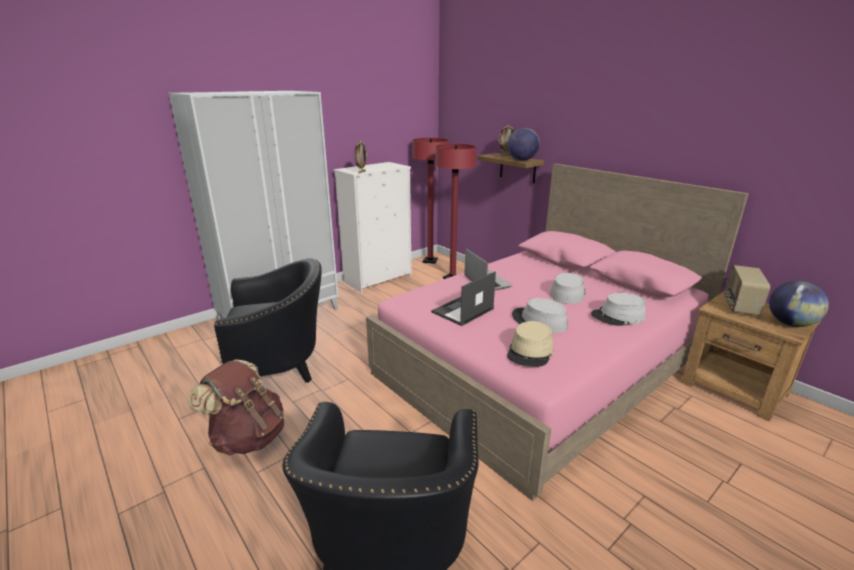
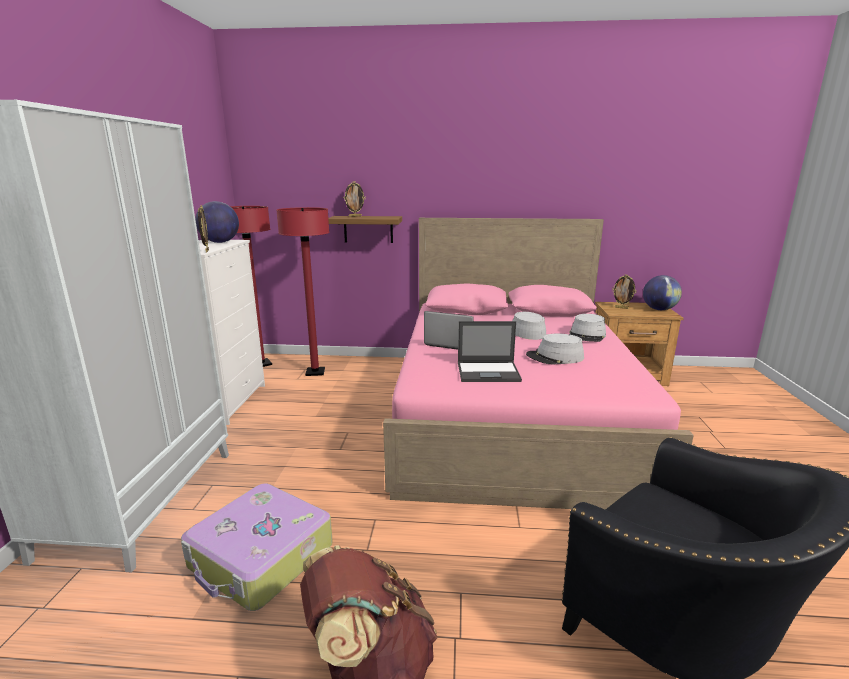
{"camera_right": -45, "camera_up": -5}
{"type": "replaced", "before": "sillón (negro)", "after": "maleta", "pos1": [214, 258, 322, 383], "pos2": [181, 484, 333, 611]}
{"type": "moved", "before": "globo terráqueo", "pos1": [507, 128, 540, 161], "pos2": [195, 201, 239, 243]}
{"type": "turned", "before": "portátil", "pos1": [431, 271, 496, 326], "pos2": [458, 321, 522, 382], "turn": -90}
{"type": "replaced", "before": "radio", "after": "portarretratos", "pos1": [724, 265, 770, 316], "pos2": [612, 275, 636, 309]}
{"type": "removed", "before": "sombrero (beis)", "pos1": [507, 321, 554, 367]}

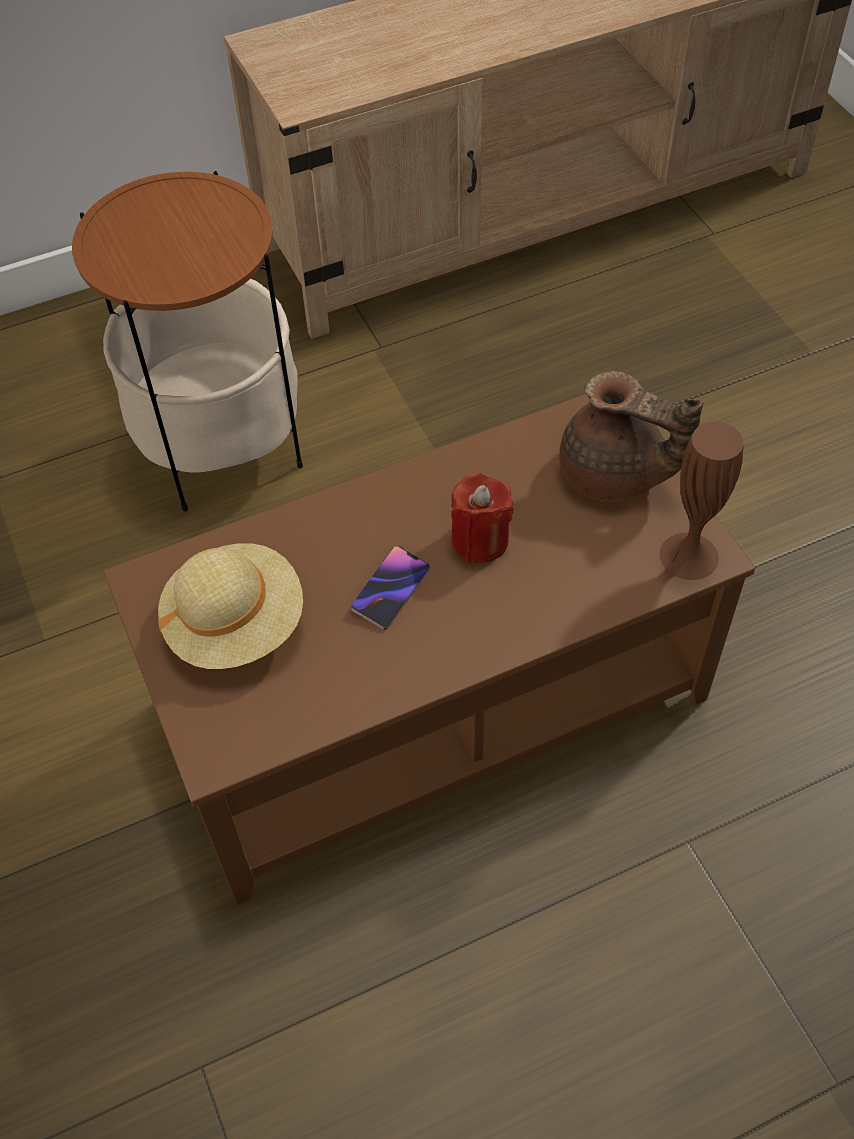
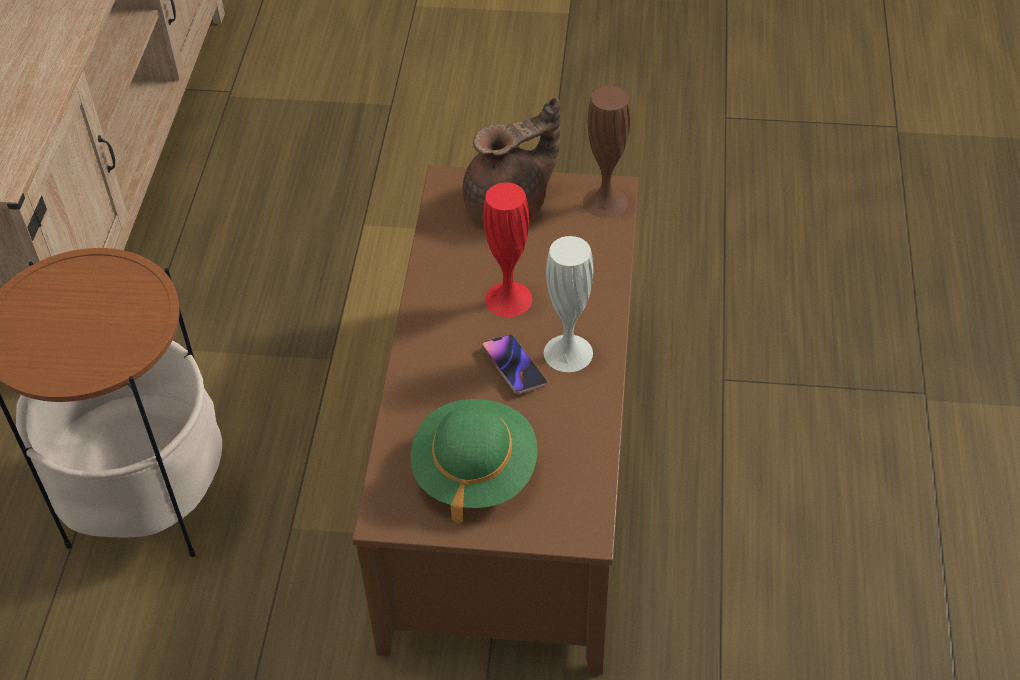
{"camera_right": -60, "camera_up": -5}
{"type": "recoloured", "before": "sombrero (beis)", "after": "sombrero (verde)", "pos1": [158, 543, 303, 669], "pos2": [411, 399, 538, 524]}
{"type": "replaced", "before": "vela (rojo)", "after": "florero (rojo)", "pos1": [451, 473, 513, 563], "pos2": [483, 182, 533, 317]}
{"type": "added", "after": "florero (blanco)", "pos2": [544, 236, 593, 372]}

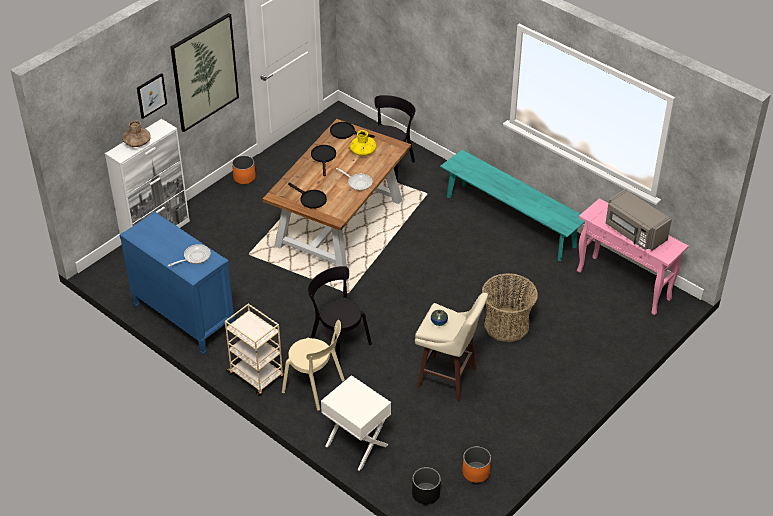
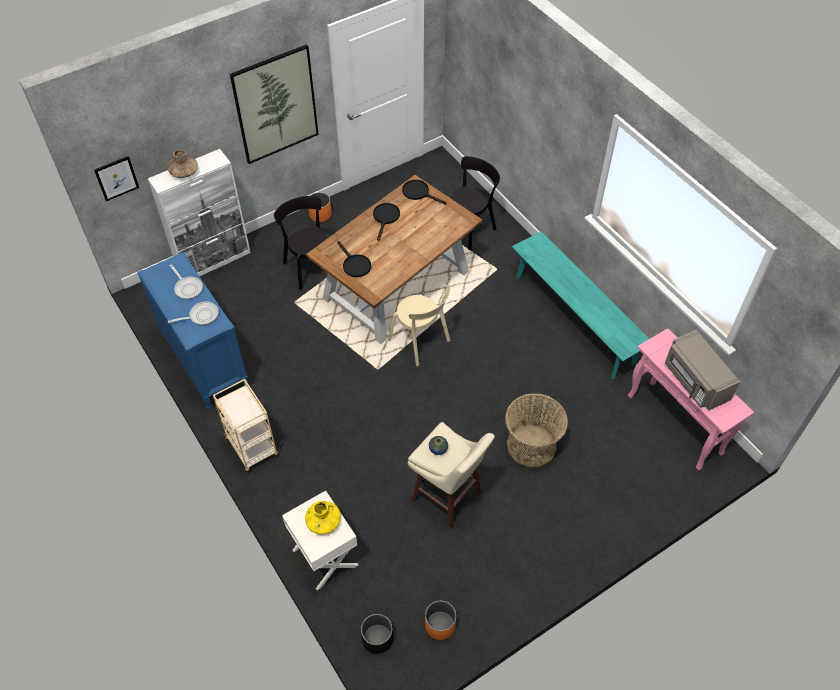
{"camera_right": 15, "camera_up": 10}
{"type": "moved", "before": "cuadro", "pos1": [137, 73, 167, 119], "pos2": [94, 156, 139, 201]}
{"type": "moved", "before": "sartén", "pos1": [336, 168, 373, 191], "pos2": [170, 264, 203, 299]}
{"type": "moved", "before": "silla (negro)", "pos1": [308, 266, 372, 364], "pos2": [274, 196, 327, 290]}
{"type": "moved", "before": "florero (amarillo)", "pos1": [350, 130, 376, 156], "pos2": [305, 501, 341, 534]}
{"type": "moved", "before": "silla (beis)", "pos1": [282, 320, 345, 411], "pos2": [388, 285, 451, 366]}

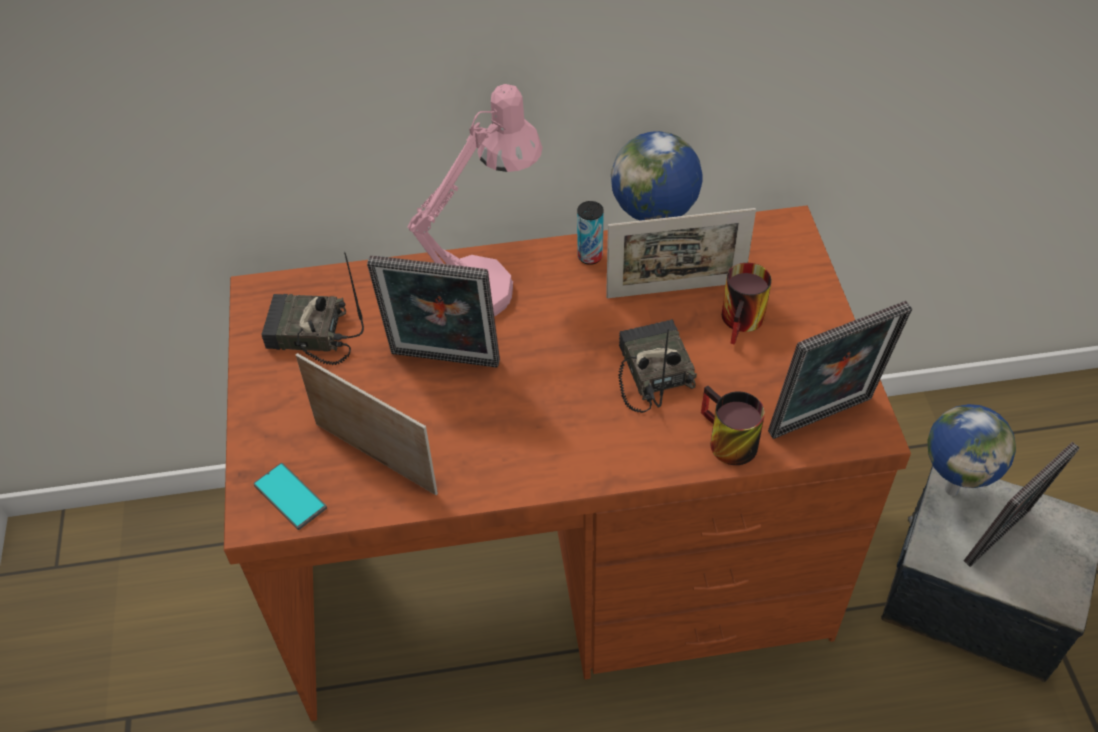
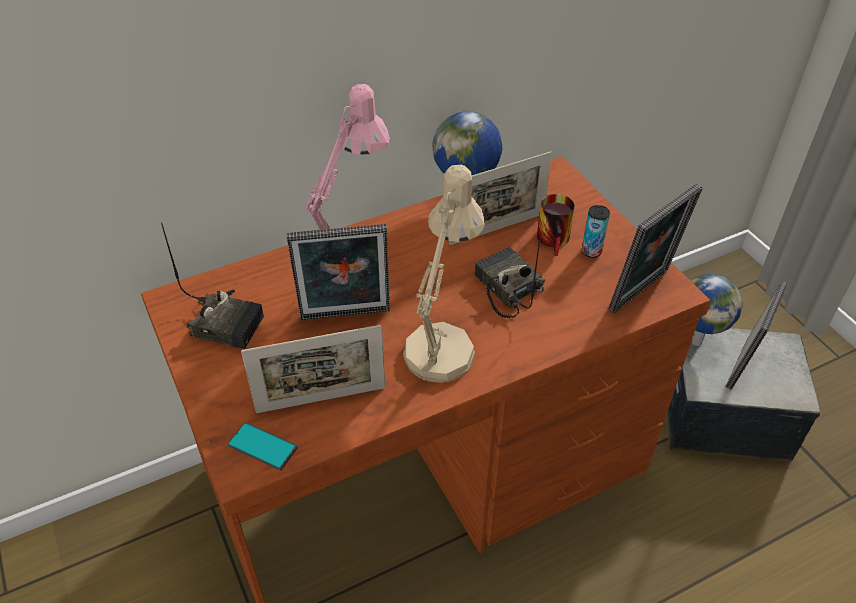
{"camera_right": -20, "camera_up": -5}
{"type": "turned", "before": "radio", "pos1": [261, 252, 364, 365], "pos2": [161, 222, 264, 349], "turn": -150}
{"type": "turned", "before": "portarretratos", "pos1": [296, 353, 438, 495], "pos2": [241, 325, 385, 413], "turn": 150}
{"type": "added", "after": "lámpara de mesa (beis)", "pos2": [403, 165, 485, 383]}
{"type": "moved", "before": "lata", "pos1": [577, 201, 604, 265], "pos2": [582, 205, 610, 258]}
{"type": "removed", "before": "taza grande", "pos1": [701, 386, 765, 465]}

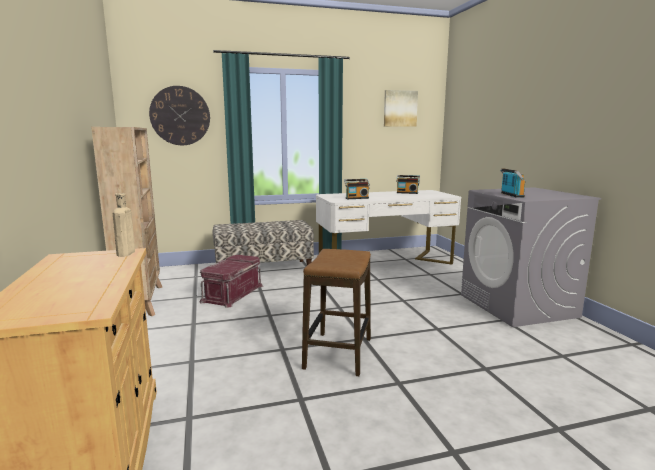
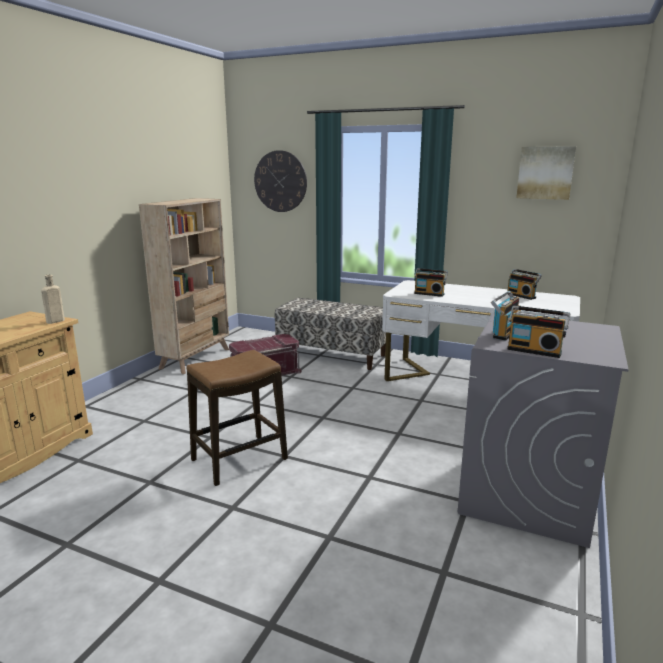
{"camera_right": 40, "camera_up": 5}
{"type": "added", "after": "radio", "pos2": [507, 306, 570, 358]}

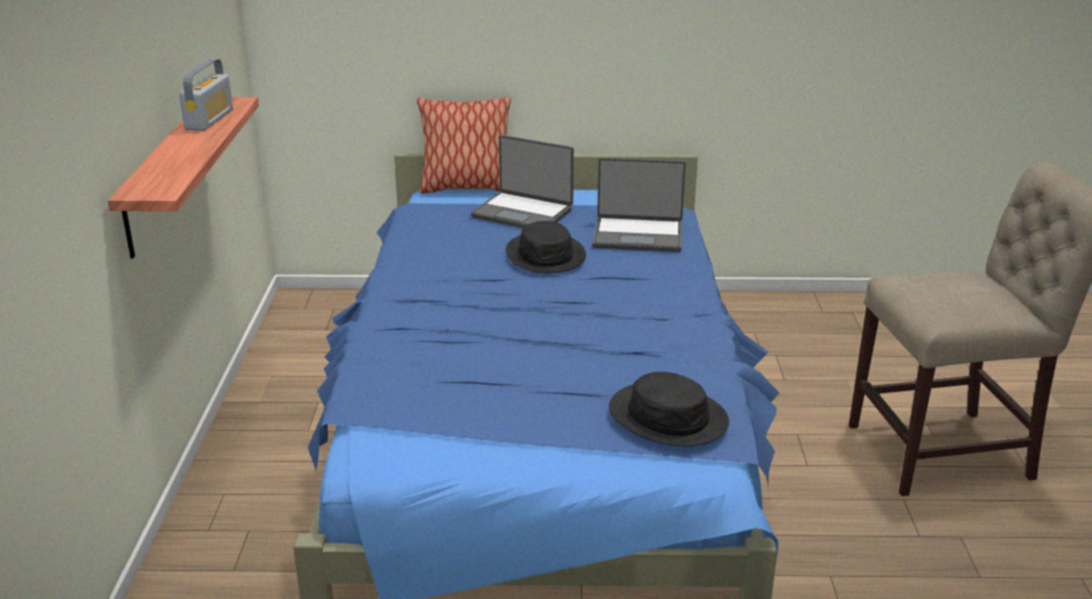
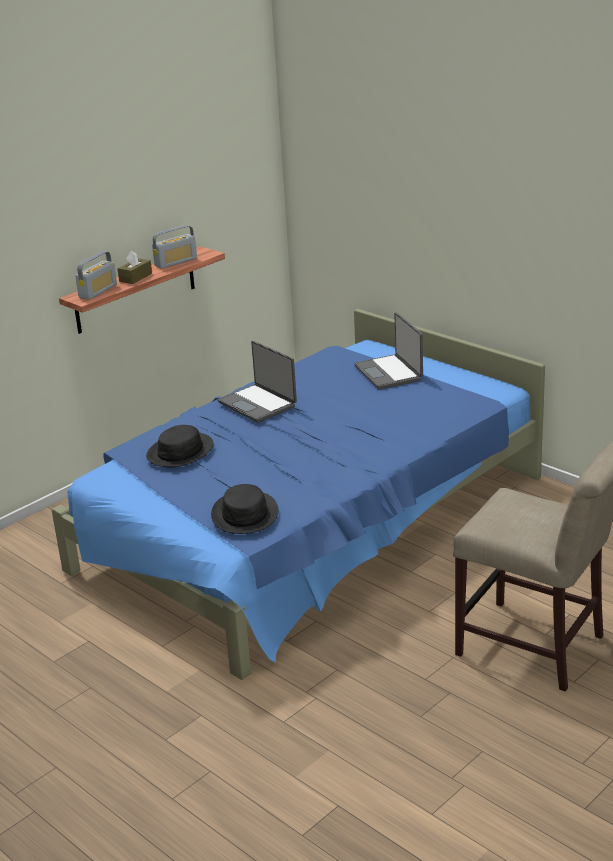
{"camera_right": 45, "camera_up": 0}
{"type": "added", "after": "radio", "pos2": [75, 251, 117, 300]}
{"type": "added", "after": "caja de pañuelos (marrón)", "pos2": [118, 251, 152, 284]}
{"type": "moved", "before": "sombrero (negro)", "pos1": [506, 221, 586, 273], "pos2": [146, 425, 214, 467]}
{"type": "moved", "before": "portátil", "pos1": [592, 157, 686, 252], "pos2": [218, 341, 297, 423]}
{"type": "removed", "before": "cojín", "pos1": [417, 97, 511, 194]}

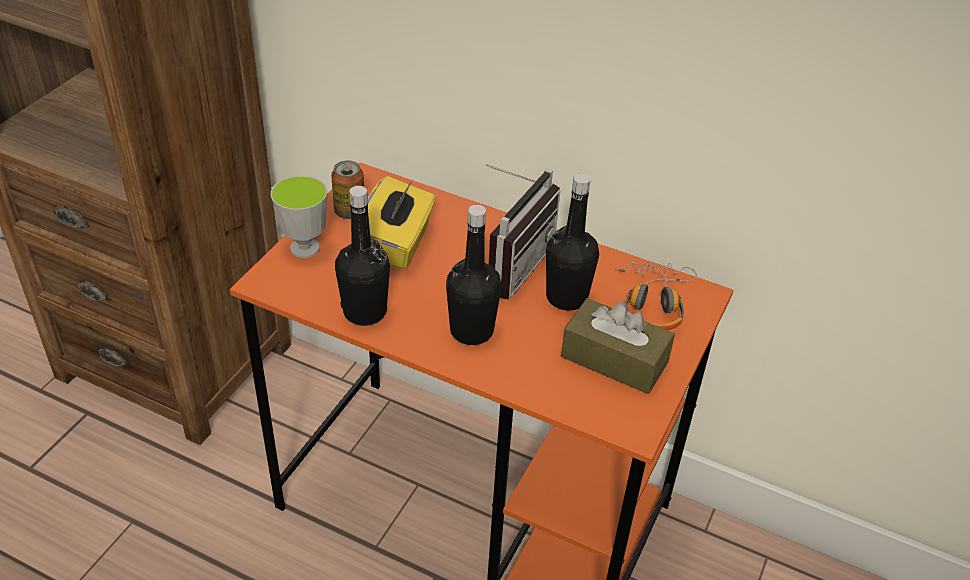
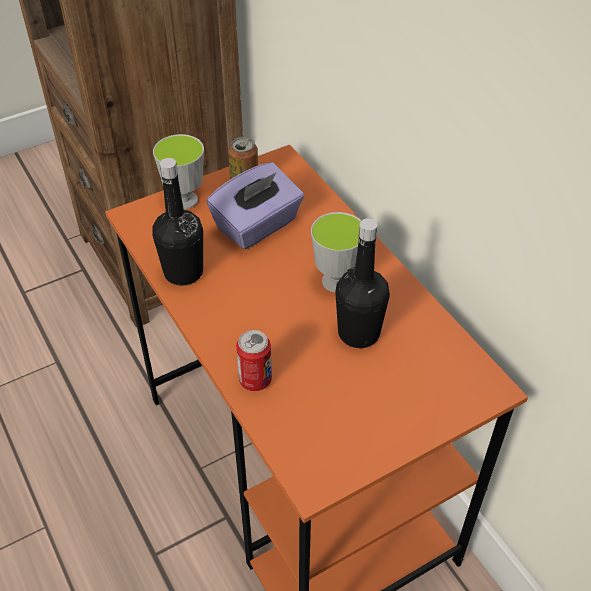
{"camera_right": 35, "camera_up": 5}
{"type": "recoloured", "before": "caja de pañuelos (amarillo)", "after": "caja de pañuelos (morado)", "pos1": [368, 176, 436, 269], "pos2": [207, 162, 304, 249]}
{"type": "added", "after": "lata", "pos2": [236, 330, 272, 391]}
{"type": "replaced", "before": "radio", "after": "taza", "pos1": [485, 164, 561, 300], "pos2": [311, 212, 362, 292]}
{"type": "removed", "before": "botella (negro)", "pos1": [446, 205, 502, 345]}
{"type": "removed", "before": "caja de pañuelos (marrón)", "pos1": [561, 298, 675, 394]}
{"type": "removed", "before": "auriculares", "pos1": [615, 262, 697, 330]}

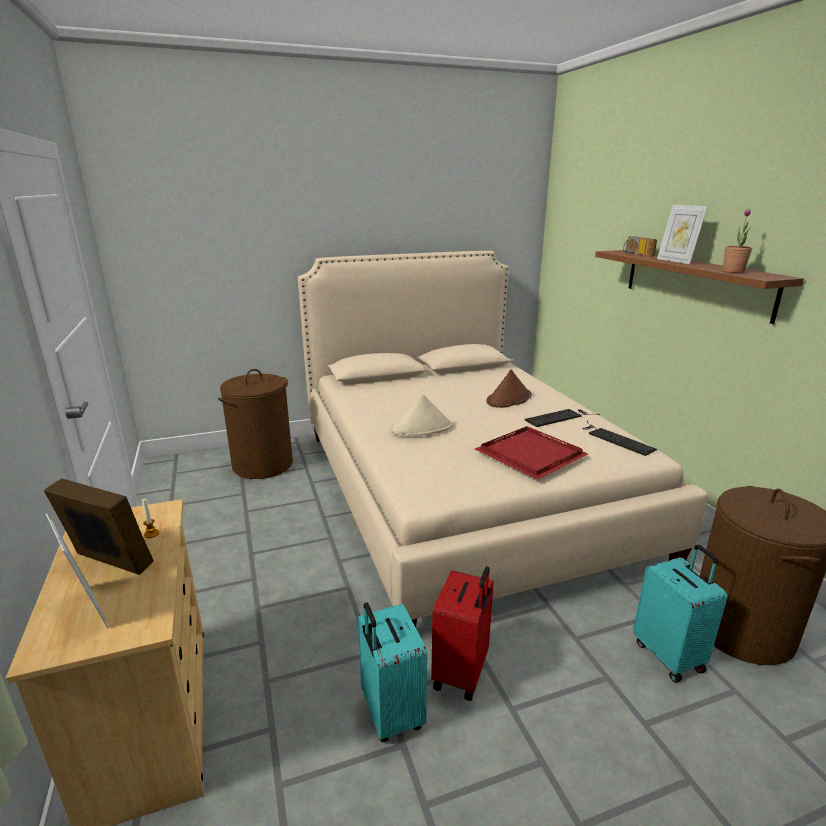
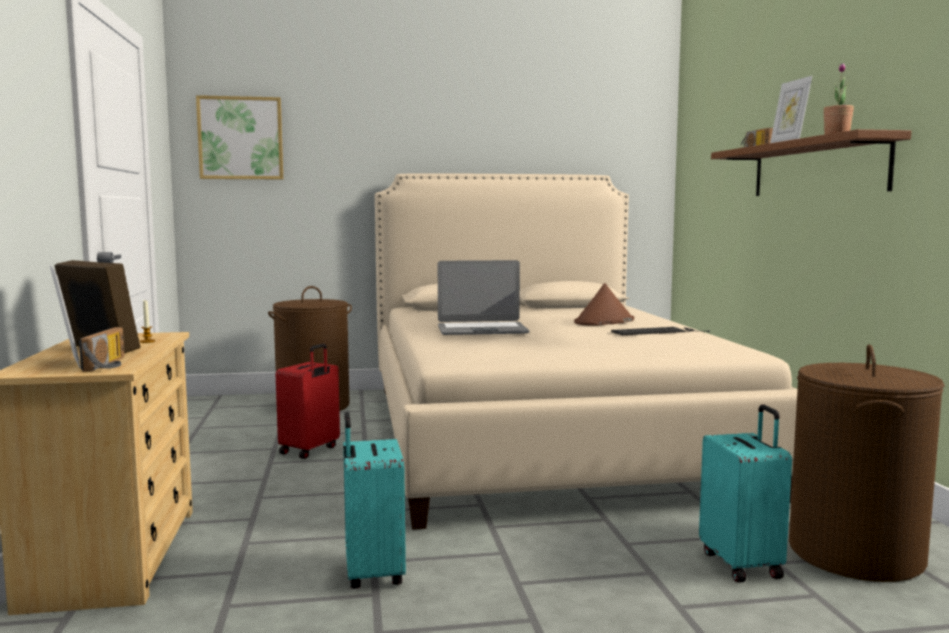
{"camera_right": 10, "camera_up": -15}
{"type": "added", "after": "radio", "pos2": [79, 327, 124, 372]}
{"type": "added", "after": "cuadro", "pos2": [196, 95, 283, 179]}
{"type": "moved", "before": "maleta (rojo)", "pos1": [431, 566, 494, 701], "pos2": [276, 344, 340, 459]}
{"type": "replaced", "before": "sombrero (beis)", "after": "portátil", "pos1": [390, 394, 453, 436], "pos2": [438, 260, 530, 335]}
{"type": "removed", "before": "bandeja (rojo)", "pos1": [475, 426, 588, 480]}
{"type": "removed", "before": "teclado", "pos1": [582, 420, 657, 456]}

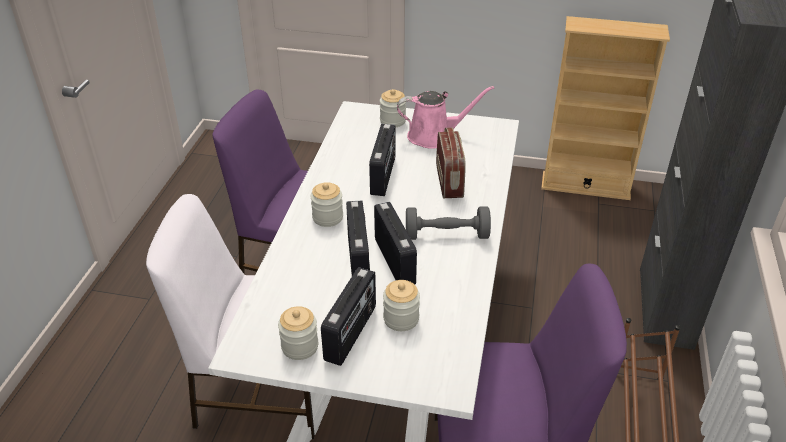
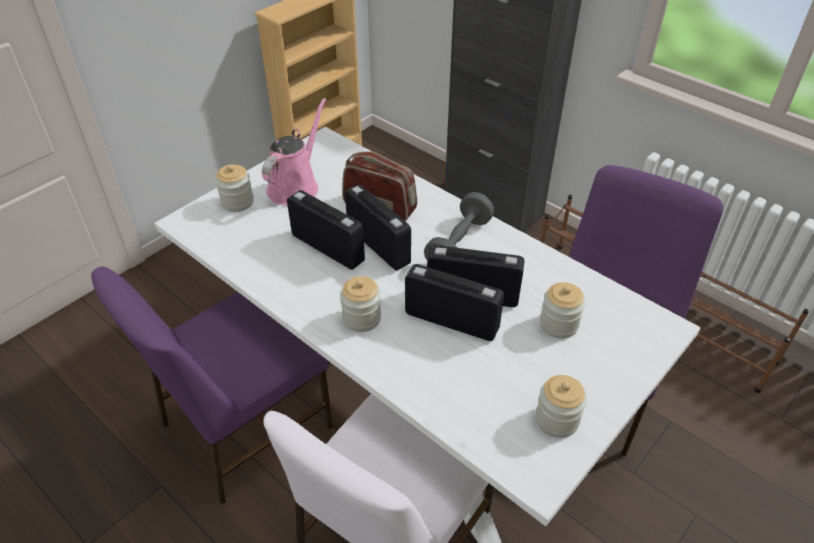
{"camera_right": -60, "camera_up": 5}
{"type": "moved", "before": "radio", "pos1": [321, 267, 376, 366], "pos2": [345, 184, 411, 270]}

